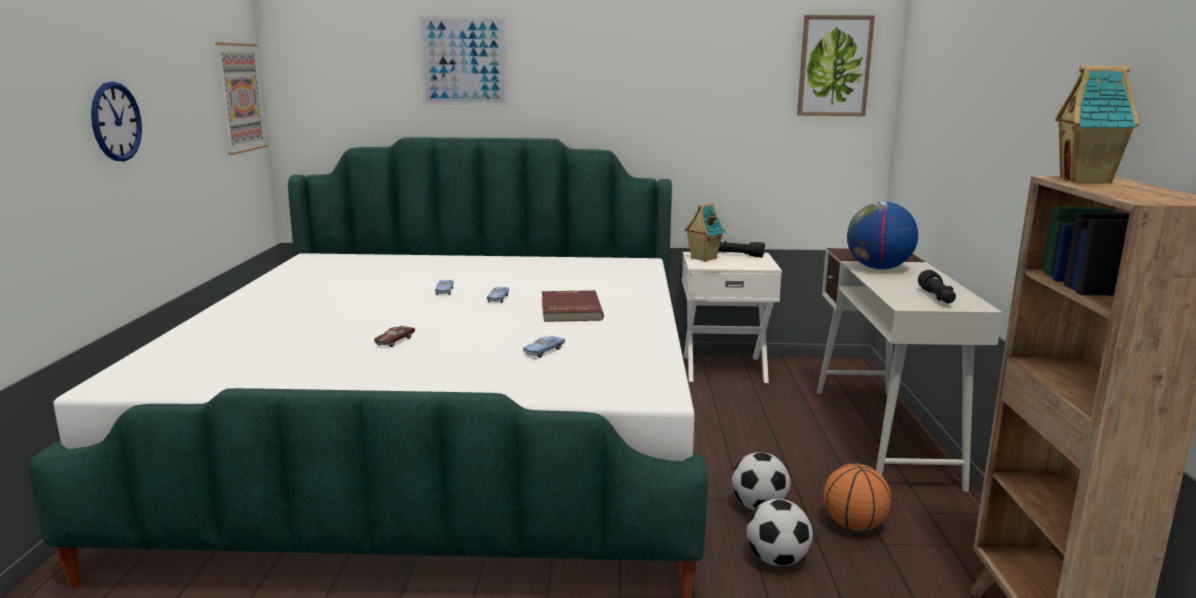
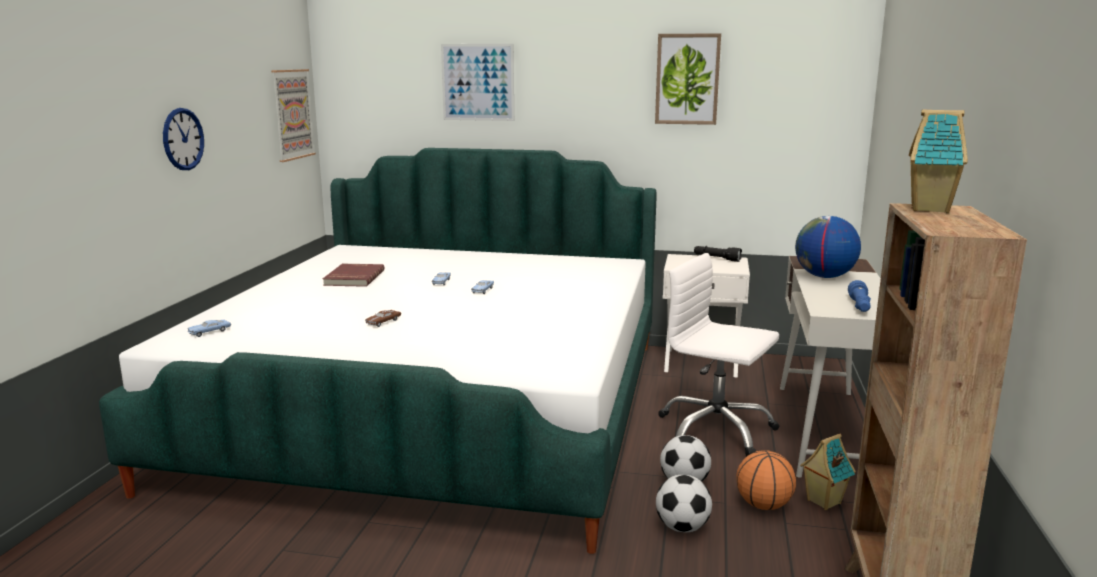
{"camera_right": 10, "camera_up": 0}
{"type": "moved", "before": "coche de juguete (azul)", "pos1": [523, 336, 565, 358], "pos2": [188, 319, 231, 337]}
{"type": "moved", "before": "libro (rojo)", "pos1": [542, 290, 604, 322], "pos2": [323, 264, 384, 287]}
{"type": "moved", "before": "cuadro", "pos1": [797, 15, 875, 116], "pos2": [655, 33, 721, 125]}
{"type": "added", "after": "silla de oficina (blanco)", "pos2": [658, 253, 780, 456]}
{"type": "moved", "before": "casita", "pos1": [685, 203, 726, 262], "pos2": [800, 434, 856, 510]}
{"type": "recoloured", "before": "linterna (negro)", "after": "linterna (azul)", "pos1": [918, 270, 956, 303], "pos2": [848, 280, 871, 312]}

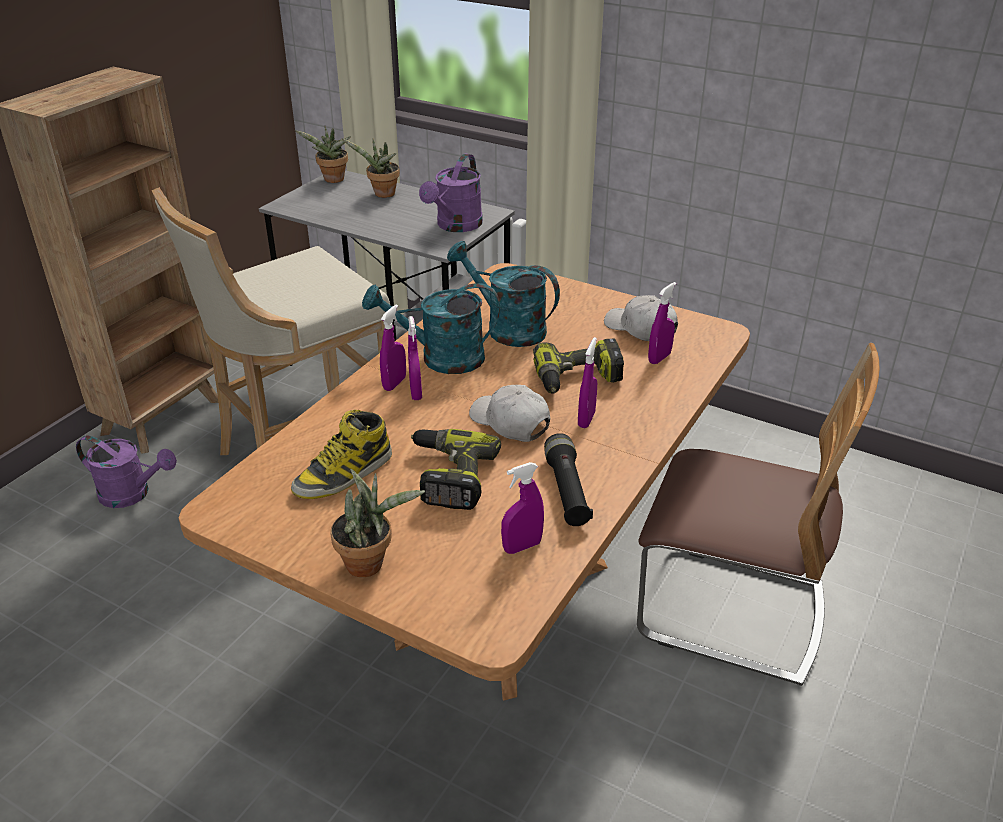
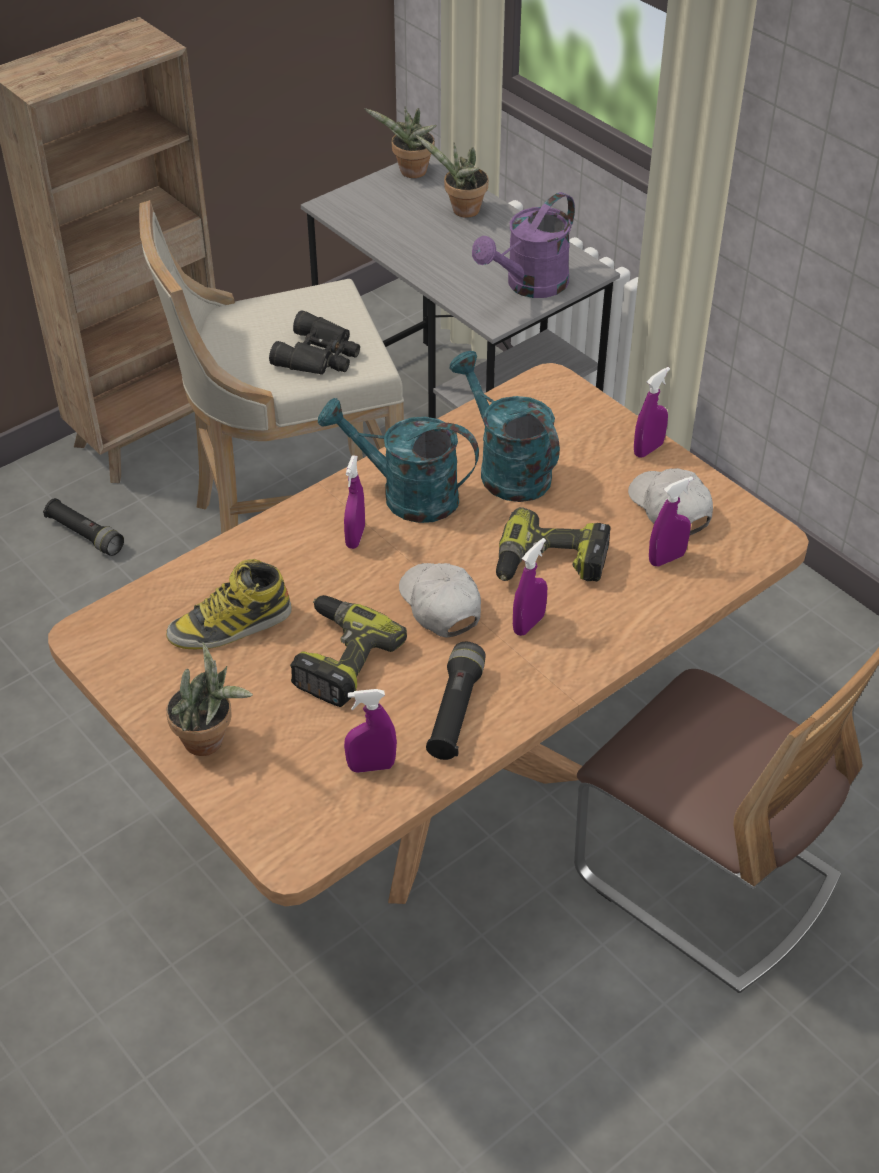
{"camera_right": 20, "camera_up": 10}
{"type": "replaced", "before": "regadera (morado)", "after": "linterna (negro)", "pos1": [76, 436, 177, 508], "pos2": [43, 498, 124, 556]}
{"type": "added", "after": "prismáticos (negro)", "pos2": [269, 310, 360, 375]}
{"type": "moved", "before": "pulverizador (morado)", "pos1": [380, 304, 406, 391], "pos2": [634, 367, 670, 458]}

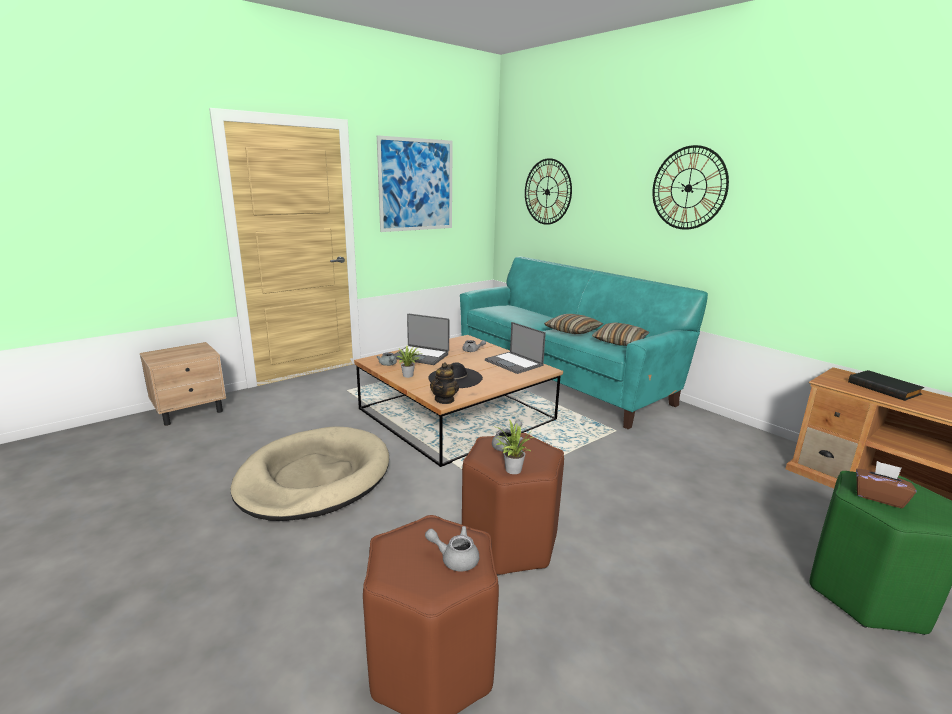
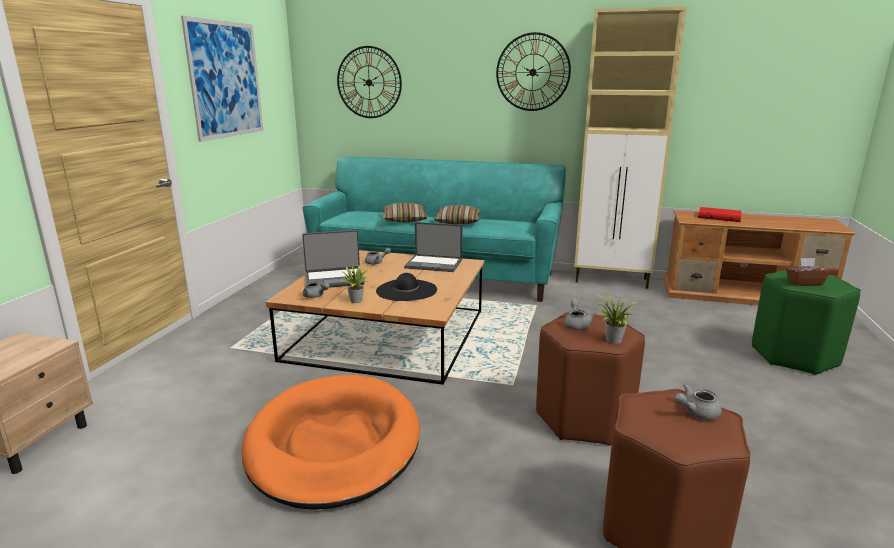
{"camera_right": -35, "camera_up": 0}
{"type": "recoloured", "before": "cama para perro (beis)", "after": "cama para perro (naranja)", "pos1": [231, 426, 389, 521], "pos2": [242, 375, 420, 510]}
{"type": "moved", "before": "cojín", "pos1": [592, 322, 649, 346], "pos2": [382, 203, 428, 223]}
{"type": "added", "after": "armario (beis)", "pos2": [574, 7, 687, 289]}
{"type": "recoloured", "before": "libro (negro)", "after": "libro (rojo)", "pos1": [848, 370, 925, 401], "pos2": [698, 207, 742, 222]}
{"type": "removed", "before": "tetera", "pos1": [430, 362, 459, 404]}

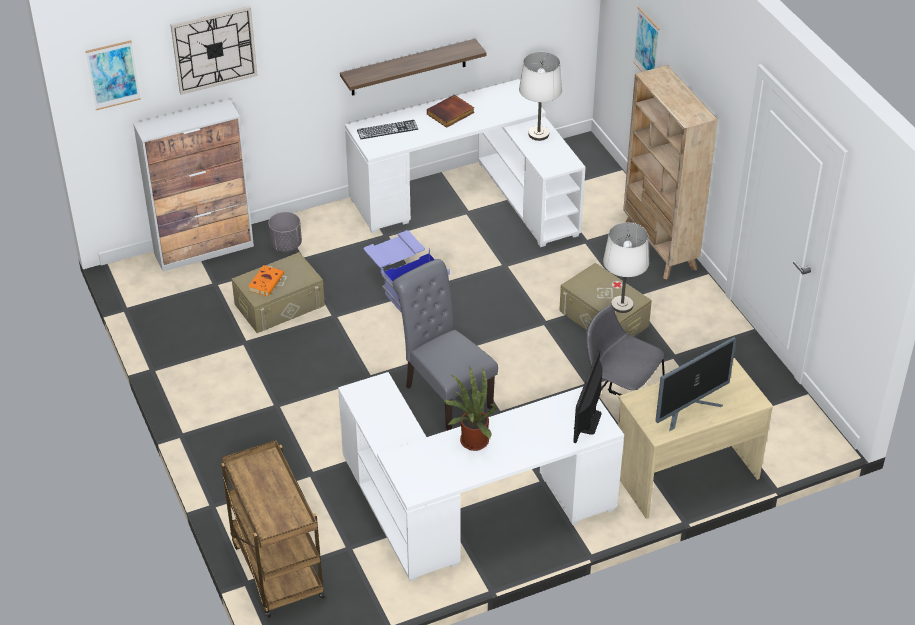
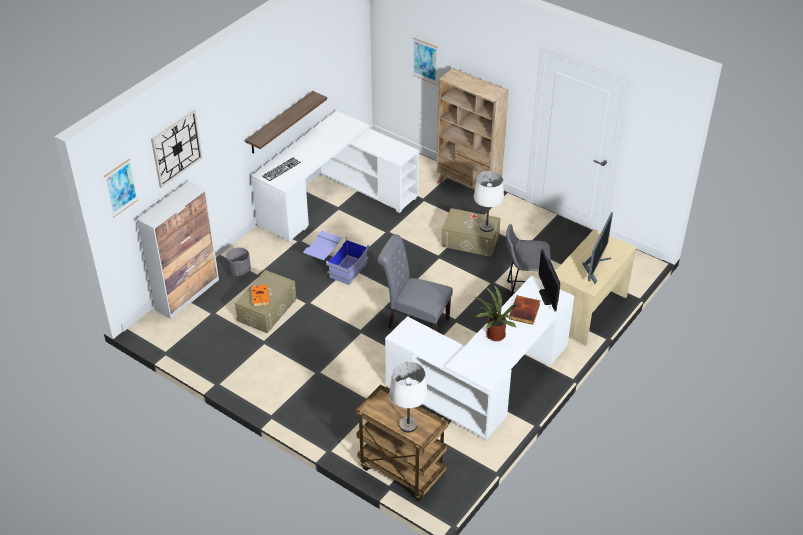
{"camera_right": -30, "camera_up": 0}
{"type": "moved", "before": "lámpara de mesa (blanco)", "pos1": [519, 52, 562, 141], "pos2": [389, 361, 428, 433]}
{"type": "moved", "before": "libro", "pos1": [427, 95, 474, 128], "pos2": [509, 295, 540, 325]}

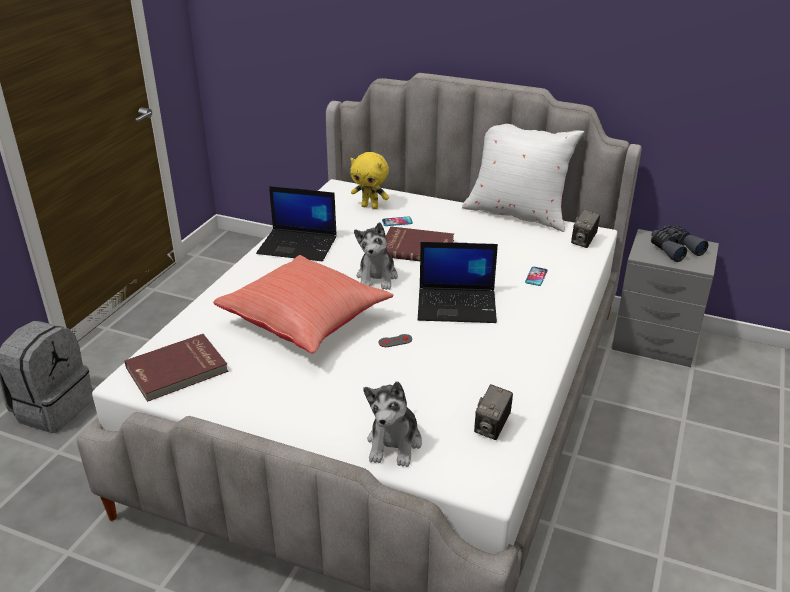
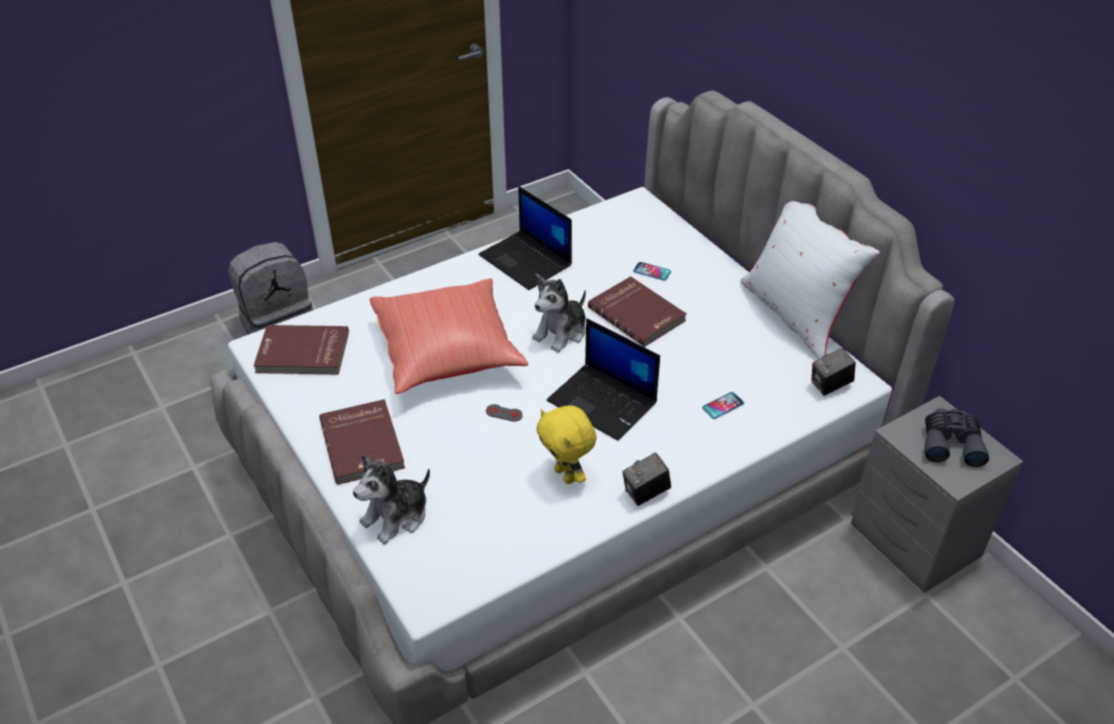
{"camera_right": 35, "camera_up": 10}
{"type": "added", "after": "libro (rojo)", "pos2": [319, 399, 405, 485]}
{"type": "moved", "before": "peluche (amarillo)", "pos1": [350, 152, 389, 209], "pos2": [536, 405, 597, 484]}
{"type": "moved", "before": "cámara", "pos1": [474, 384, 513, 440], "pos2": [622, 453, 671, 506]}

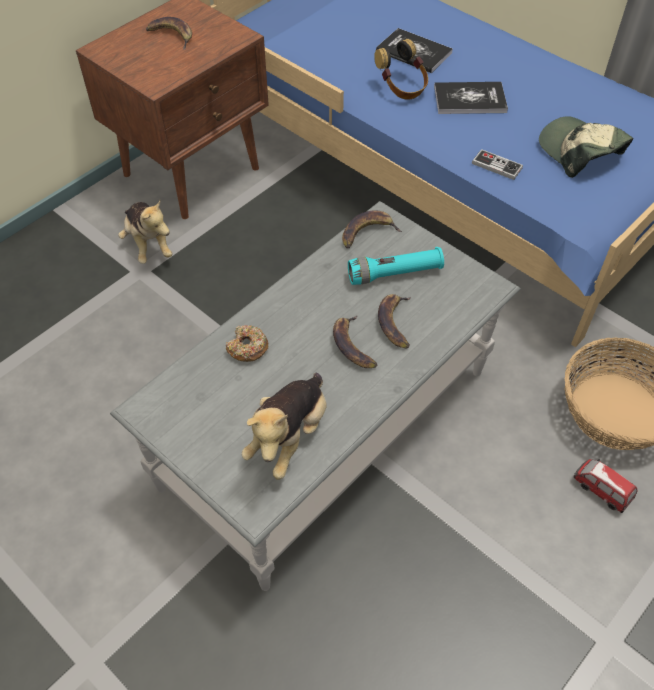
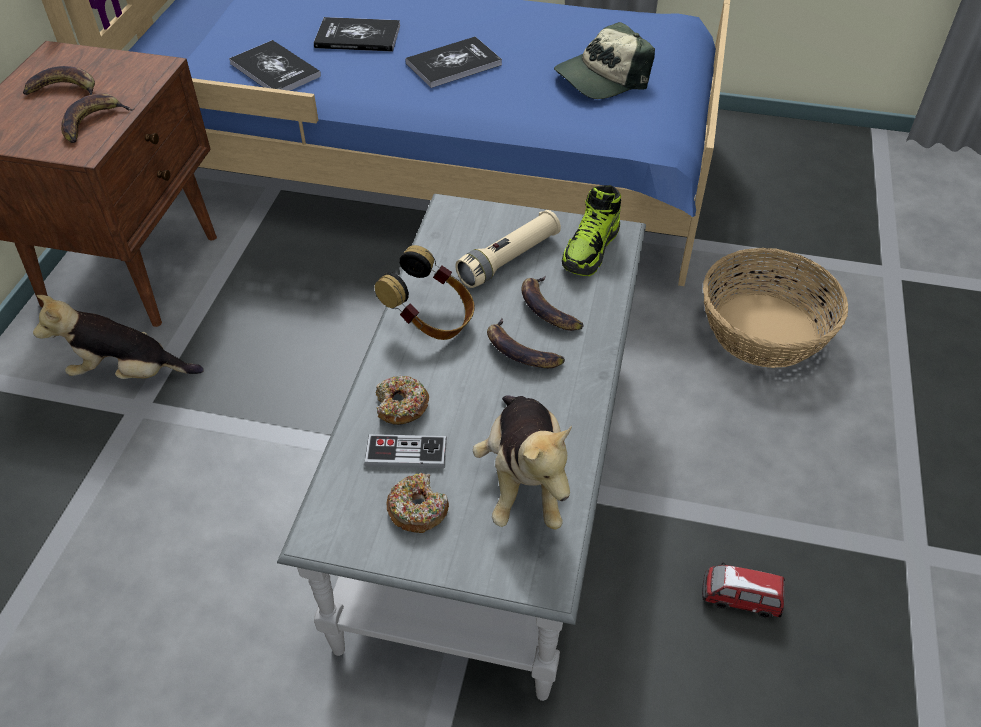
{"camera_right": -30, "camera_up": -5}
{"type": "turned", "before": "peluche", "pos1": [118, 200, 172, 264], "pos2": [33, 295, 204, 379], "turn": 150}
{"type": "moved", "before": "plátano", "pos1": [342, 211, 402, 249], "pos2": [61, 94, 134, 143]}
{"type": "added", "after": "libro", "pos2": [229, 40, 321, 91]}
{"type": "moved", "before": "mando de consola", "pos1": [472, 149, 523, 180], "pos2": [364, 434, 447, 468]}
{"type": "moved", "before": "auriculares", "pos1": [374, 39, 428, 100], "pos2": [375, 245, 475, 340]}
{"type": "added", "after": "rosquilla", "pos2": [387, 473, 449, 533]}
{"type": "recoloured", "before": "linterna (turquesa)", "after": "linterna (beis)", "pos1": [348, 247, 444, 285], "pos2": [455, 210, 561, 288]}
{"type": "turned", "before": "gorra", "pos1": [539, 116, 633, 178], "pos2": [554, 22, 655, 99], "turn": -60}
{"type": "added", "after": "zapato", "pos2": [562, 185, 621, 276]}
{"type": "moved", "before": "coche de juguete", "pos1": [574, 459, 638, 513], "pos2": [702, 562, 785, 618]}

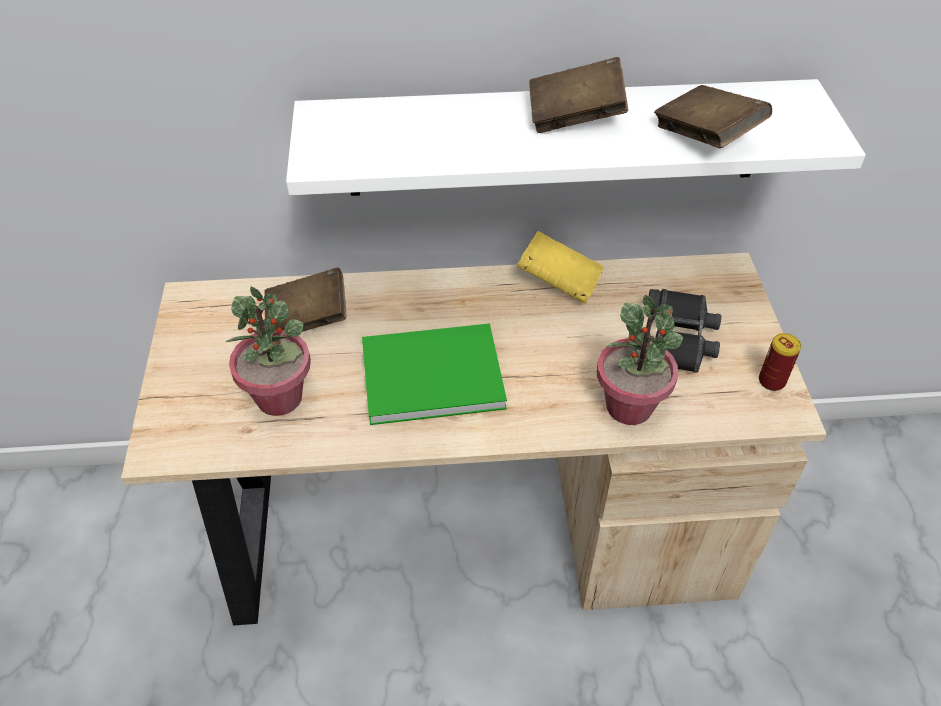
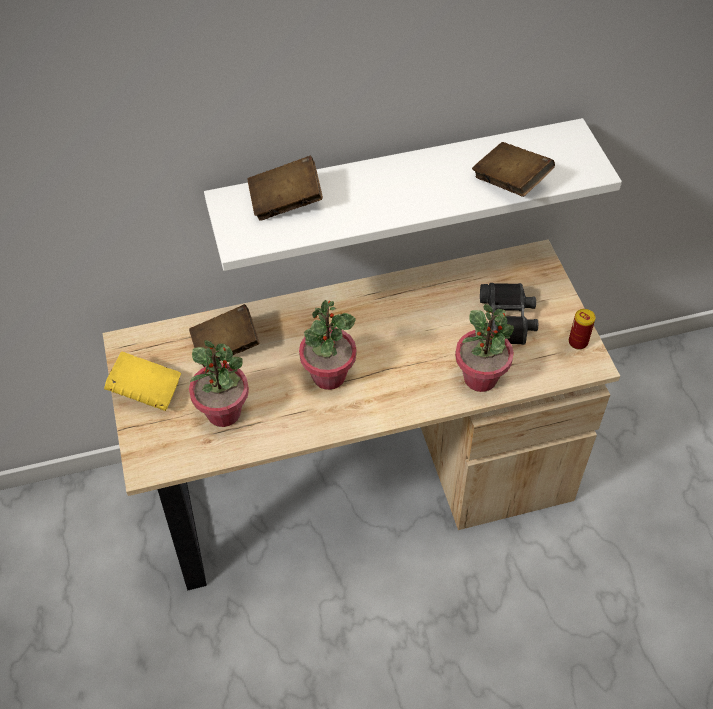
{"camera_right": -10, "camera_up": 5}
{"type": "moved", "before": "libro (amarillo)", "pos1": [517, 231, 604, 304], "pos2": [104, 352, 181, 411]}
{"type": "moved", "before": "libro (marrón)", "pos1": [529, 57, 628, 133], "pos2": [247, 156, 323, 221]}
{"type": "replaced", "before": "libro (verde)", "after": "planta en maceta", "pos1": [362, 323, 507, 425], "pos2": [299, 300, 356, 390]}

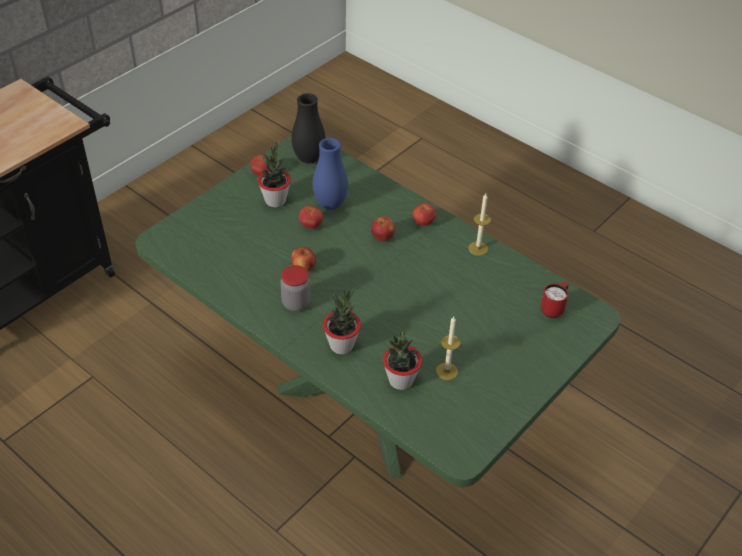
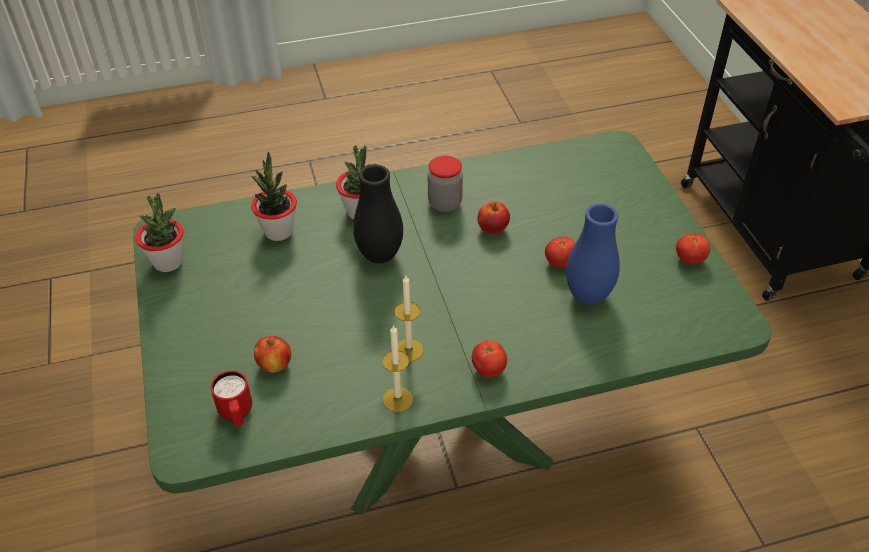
{"camera_right": 125, "camera_up": 0}
{"type": "moved", "before": "planta en maceta", "pos1": [258, 142, 291, 207], "pos2": [136, 192, 183, 272]}
{"type": "moved", "before": "manzana", "pos1": [371, 216, 395, 242], "pos2": [254, 336, 291, 373]}
{"type": "moved", "before": "florero (negro)", "pos1": [291, 93, 326, 163], "pos2": [353, 165, 403, 263]}
{"type": "moved", "before": "vela", "pos1": [436, 316, 460, 380], "pos2": [395, 276, 423, 362]}

